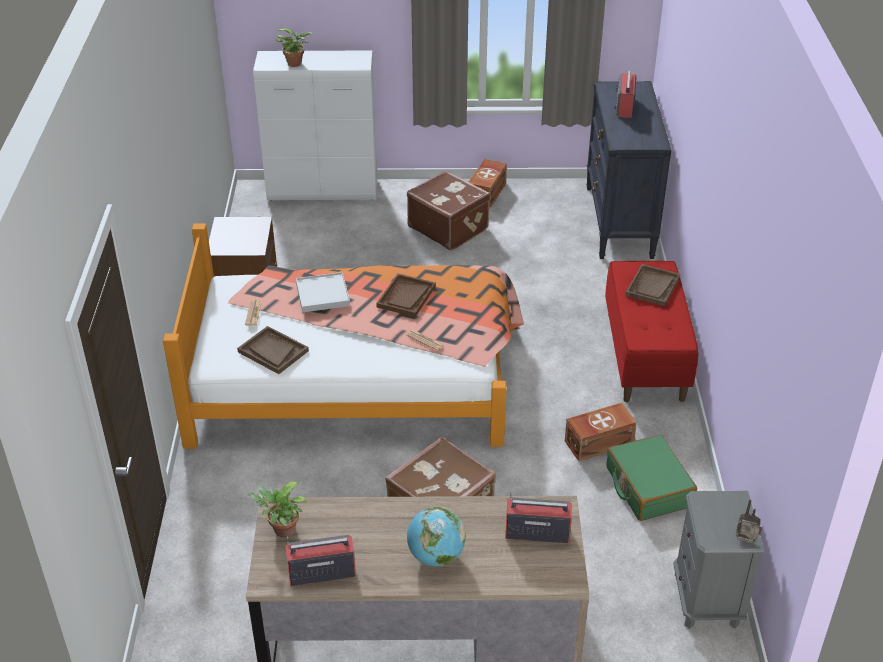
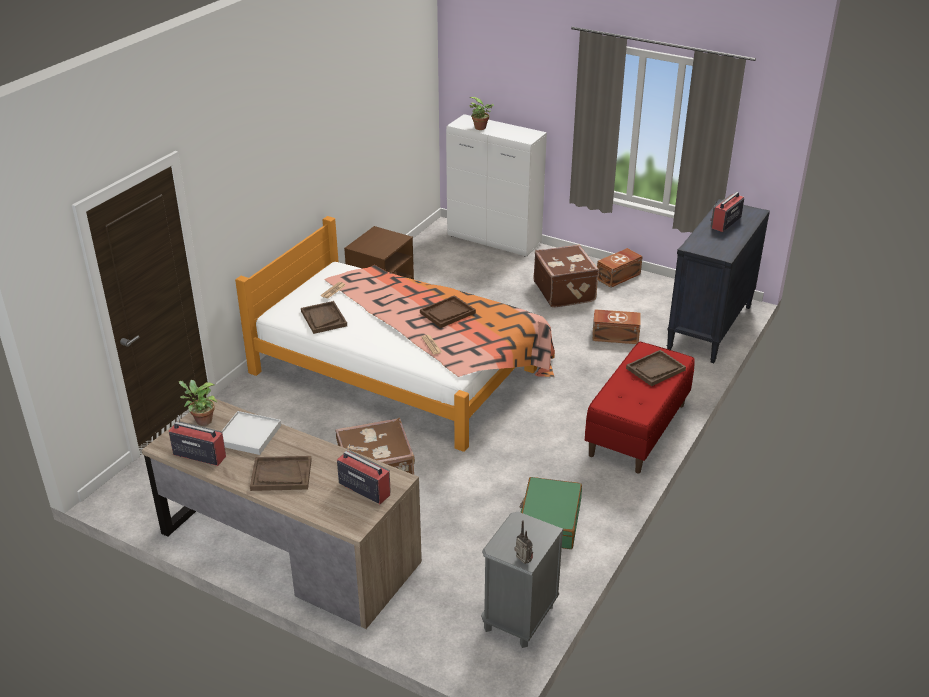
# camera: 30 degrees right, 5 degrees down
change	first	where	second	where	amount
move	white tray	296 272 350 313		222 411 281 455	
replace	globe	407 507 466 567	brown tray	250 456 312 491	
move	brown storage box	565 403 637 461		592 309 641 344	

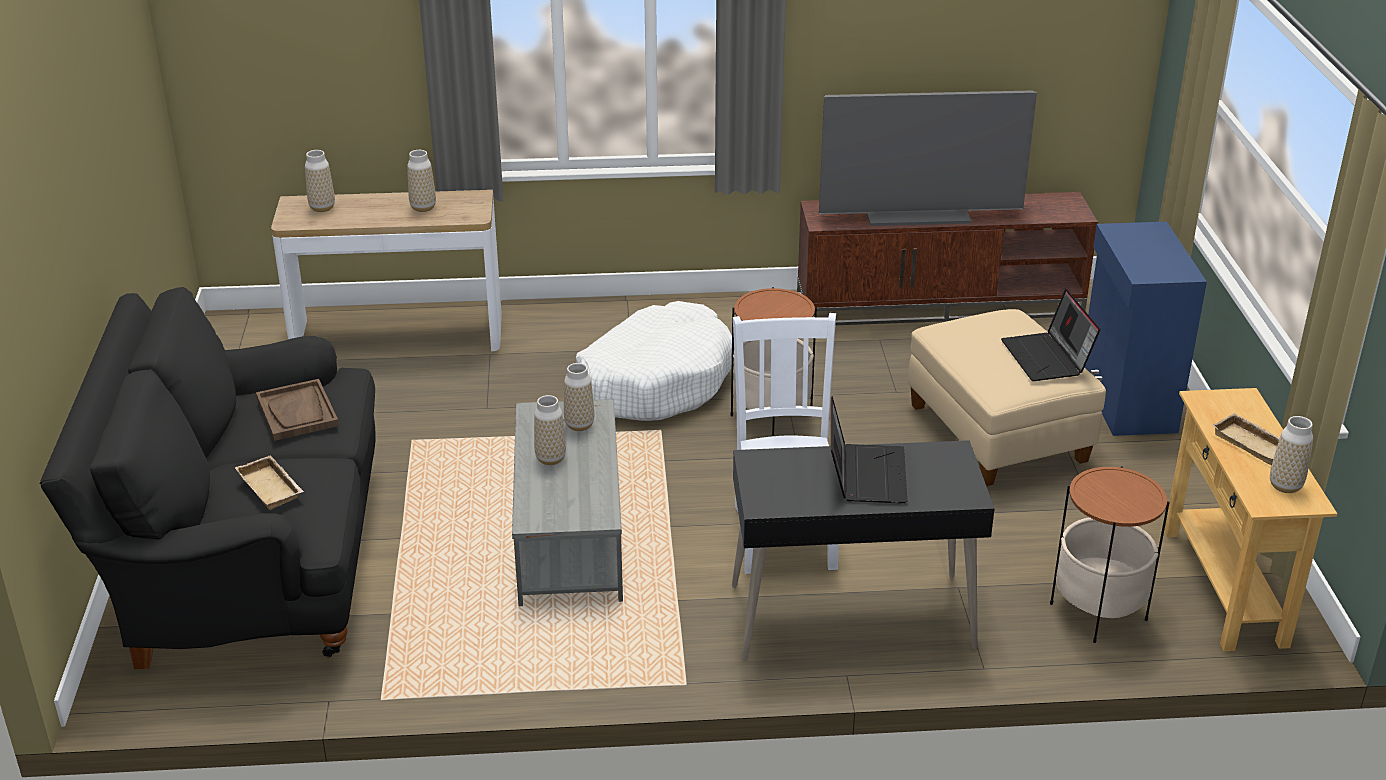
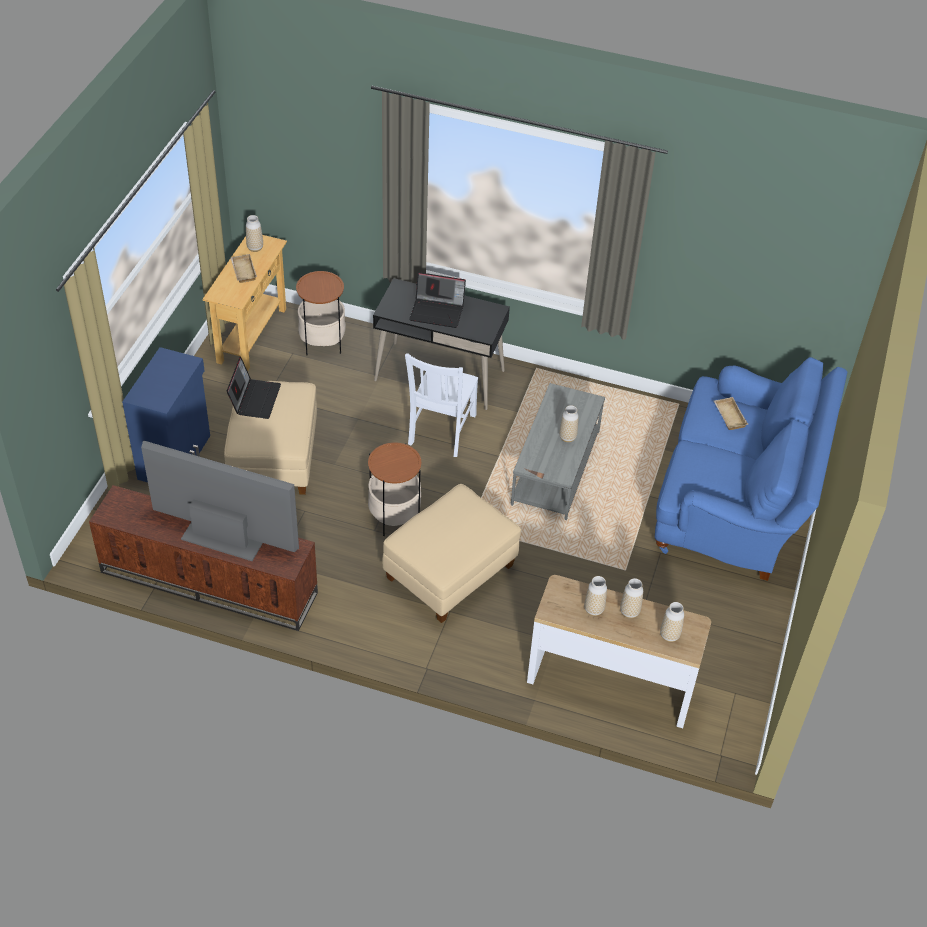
# camera: 160 degrees left, 15 degrees up
change	first	where	second	where	amount
recolor	black sofa	40 287 376 669	blue sofa	655 357 847 581	
delete	brown tray	256 379 339 441			
move	vase	564 363 594 431		620 578 643 618	
replace	white dog bed	576 301 732 421	beige ottoman	382 484 521 623	
rotate	laptop	831 396 907 503		409 272 466 328	105 degrees counterclockwise

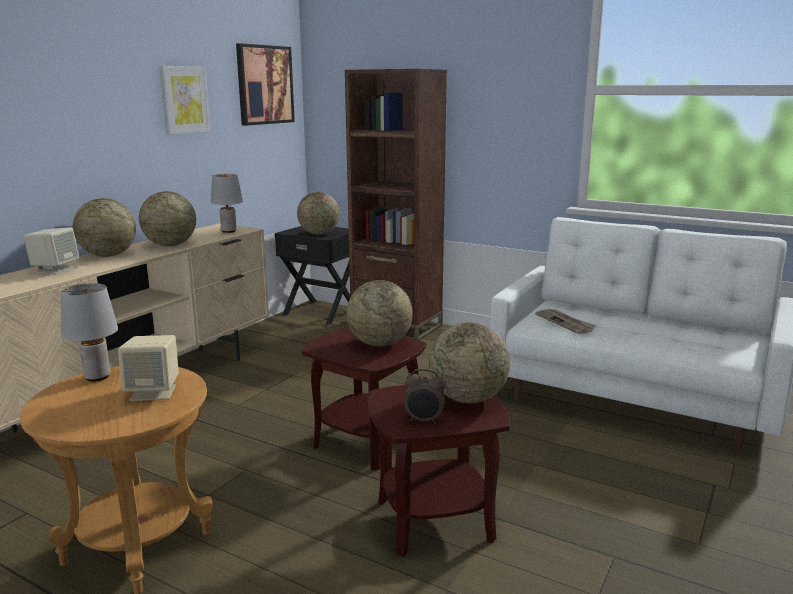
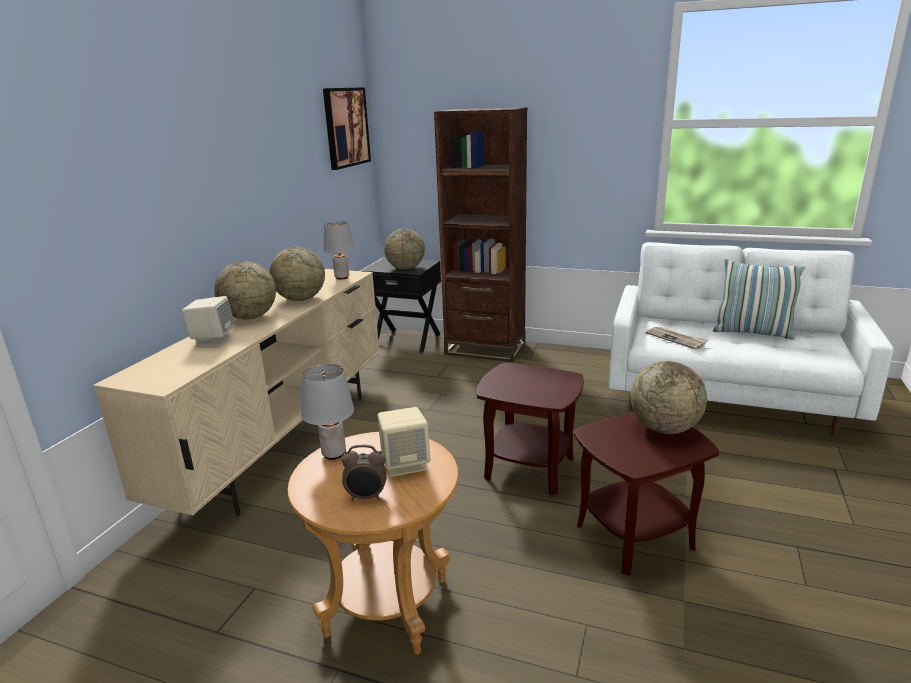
# camera: 10 degrees left, 5 degrees up
change	first	where	second	where	amount
delete	picture	159 66 211 135			
delete	globe	347 280 413 346			
move	alarm clock	404 368 446 424		342 445 387 501	
insert			pillow	713 259 806 340	

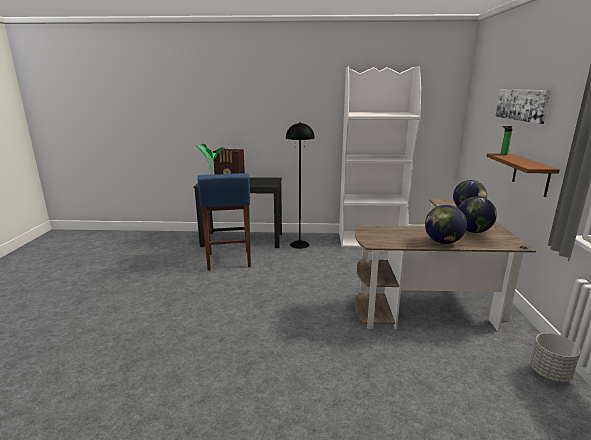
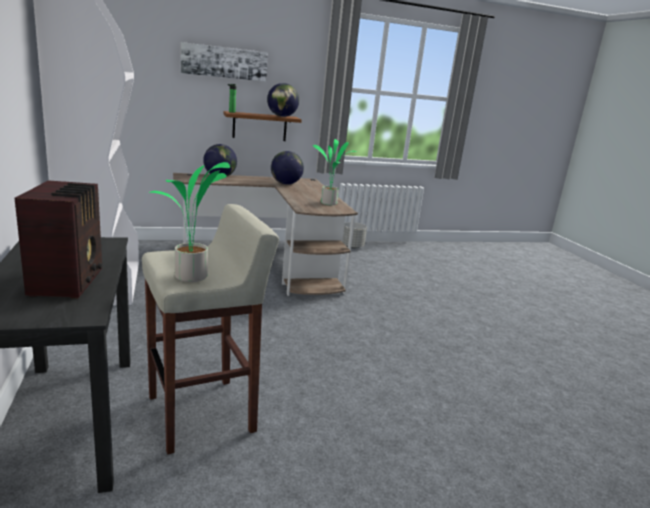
# camera: 110 degrees left, 0 degrees up
change	first	where	second	where	amount
recolor	blue stool	198 173 251 271	beige stool	142 204 279 455	
delete	black floor lamp	286 122 315 249			
move	globe	425 205 467 244		267 83 299 117	
insert			potted plant	313 139 357 205	

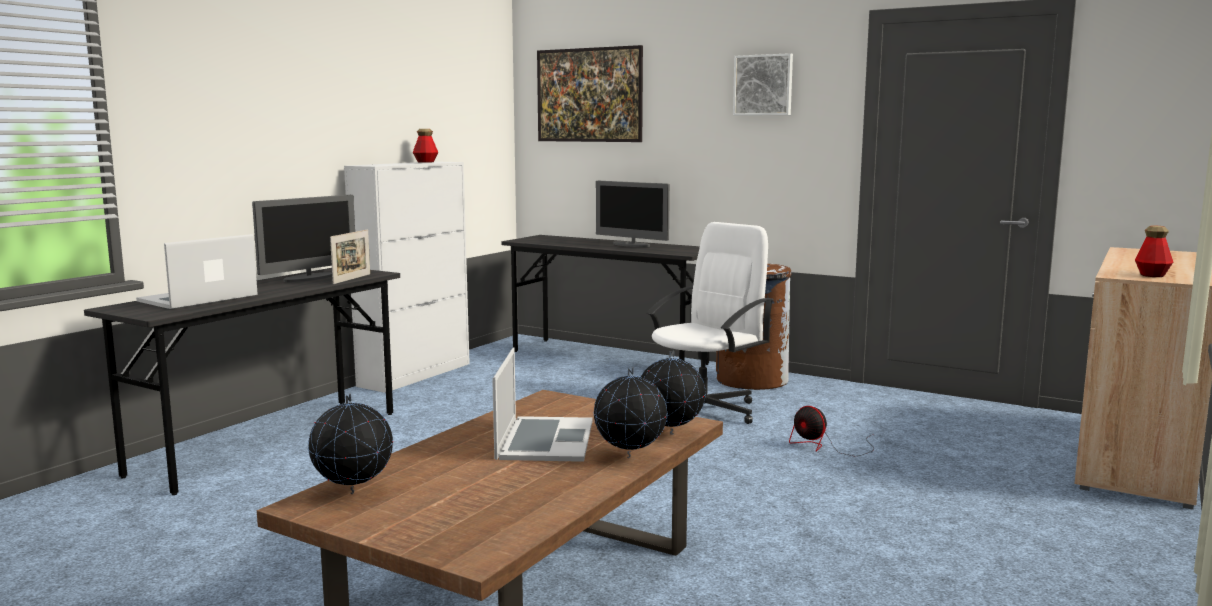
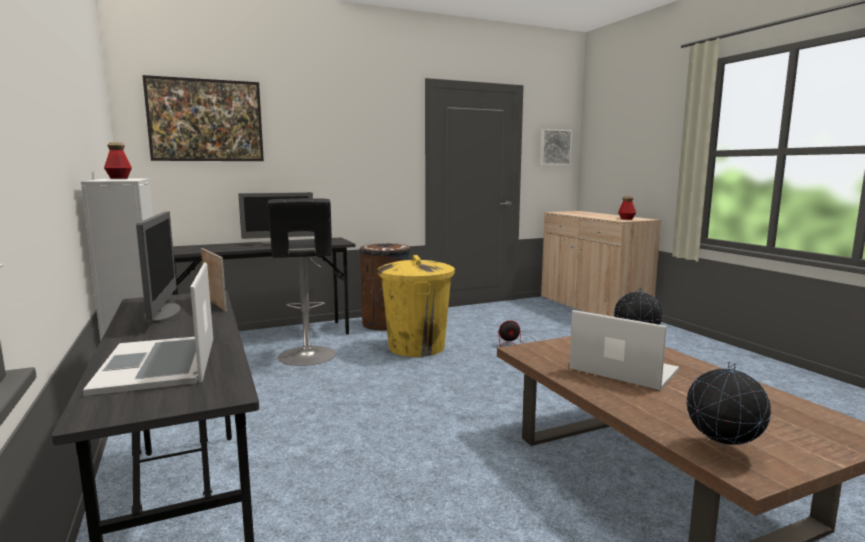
# camera: 55 degrees left, 0 degrees up
change	first	where	second	where	amount
delete	globe	594 368 667 458			
replace	white office chair	646 222 774 424	yellow trash can	378 255 455 357	
move	picture	733 53 793 116		540 129 572 165	
insert			black stool	268 198 336 366	

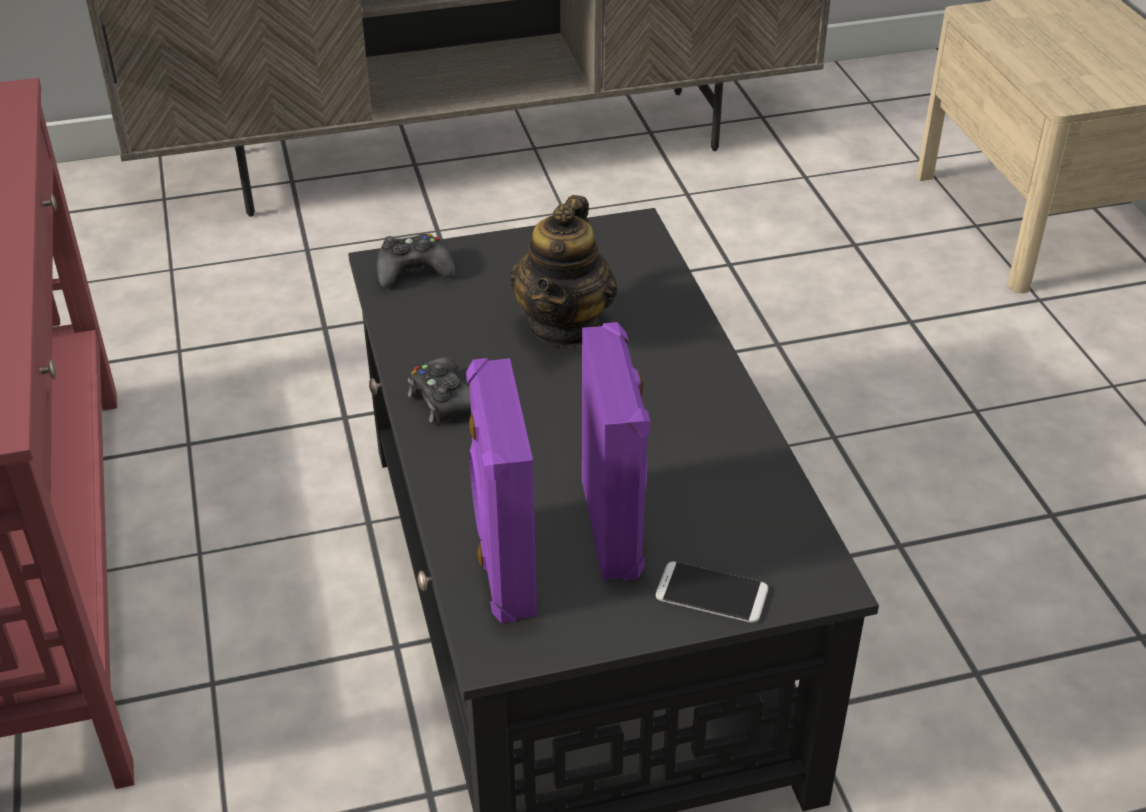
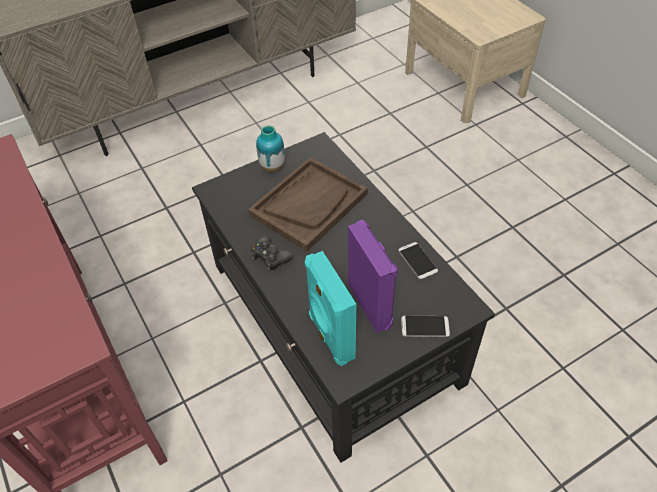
# camera: 15 degrees left, 10 degrees up
change	first	where	second	where	amount
delete	black game controller	377 233 455 288			
recolor	purple speaker	466 358 537 623	turquoise speaker	305 251 356 366	
replace	teapot	510 195 617 348	brown tray	248 157 368 252	
insert			vase	256 125 285 172	
insert			phone	398 242 438 279	

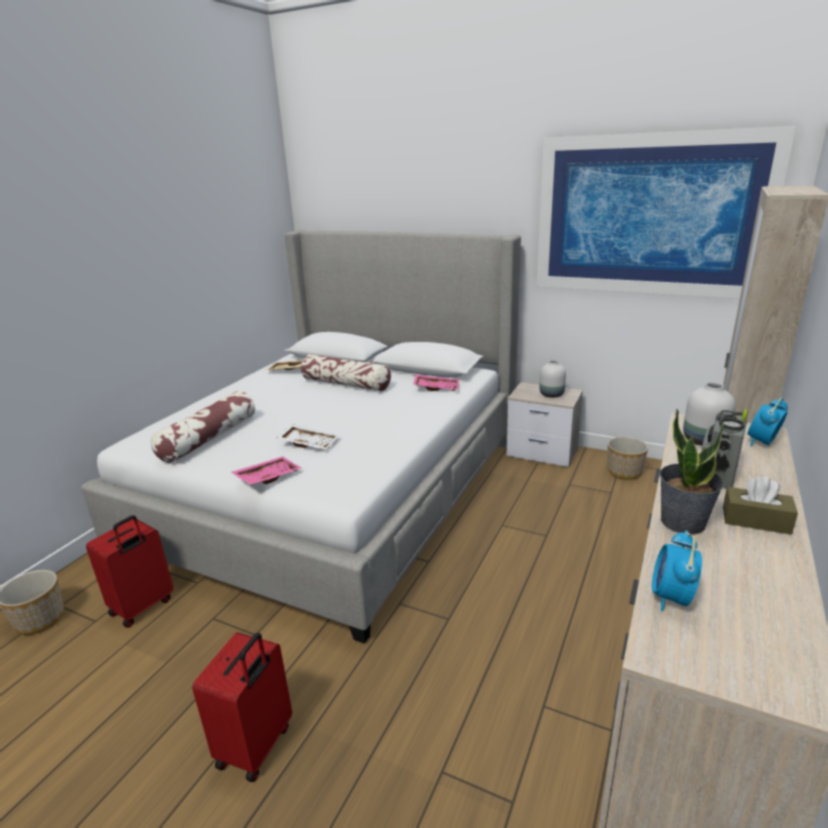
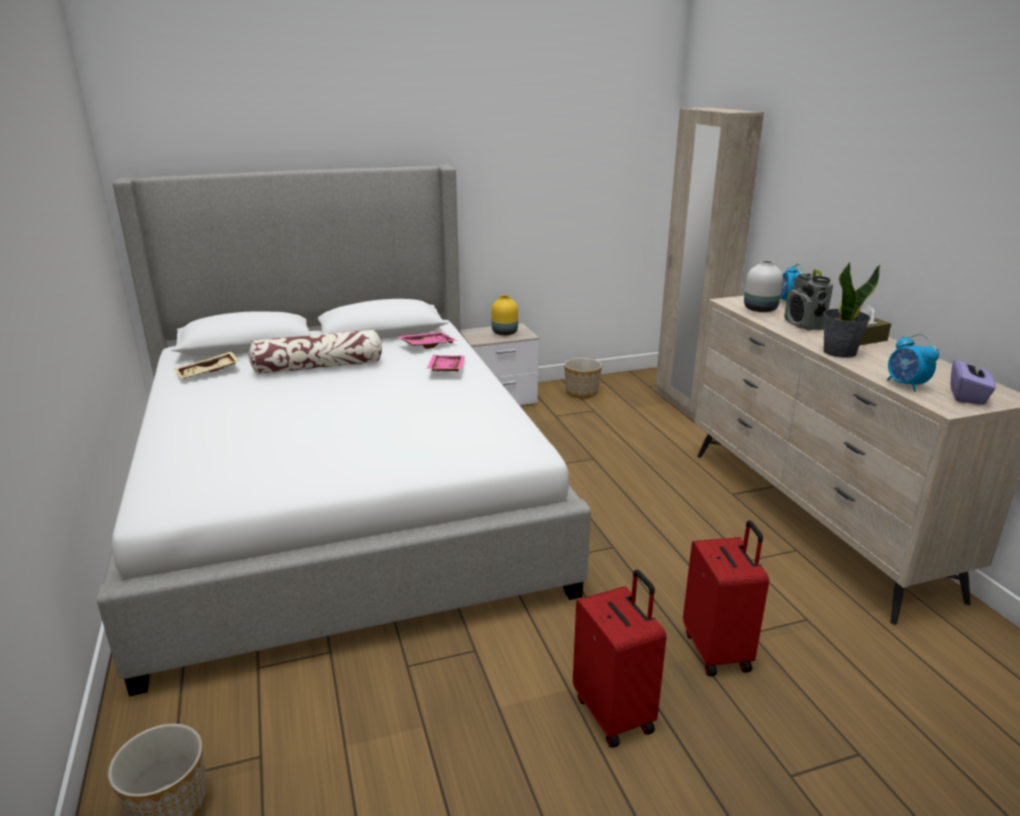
# camera: 45 degrees left, 0 degrees up
change	first	where	second	where	amount
move	red suitcase	86 515 174 628		683 520 769 677	
delete	pillow	151 391 255 463			
move	pink tray	232 456 302 485		427 355 465 372	
delete	white tray	277 424 339 450			
delete	picture	537 126 796 299			
recolor	white vase	539 360 566 398	yellow vase	491 295 518 335	
insert			purple tissue box	951 356 996 405	

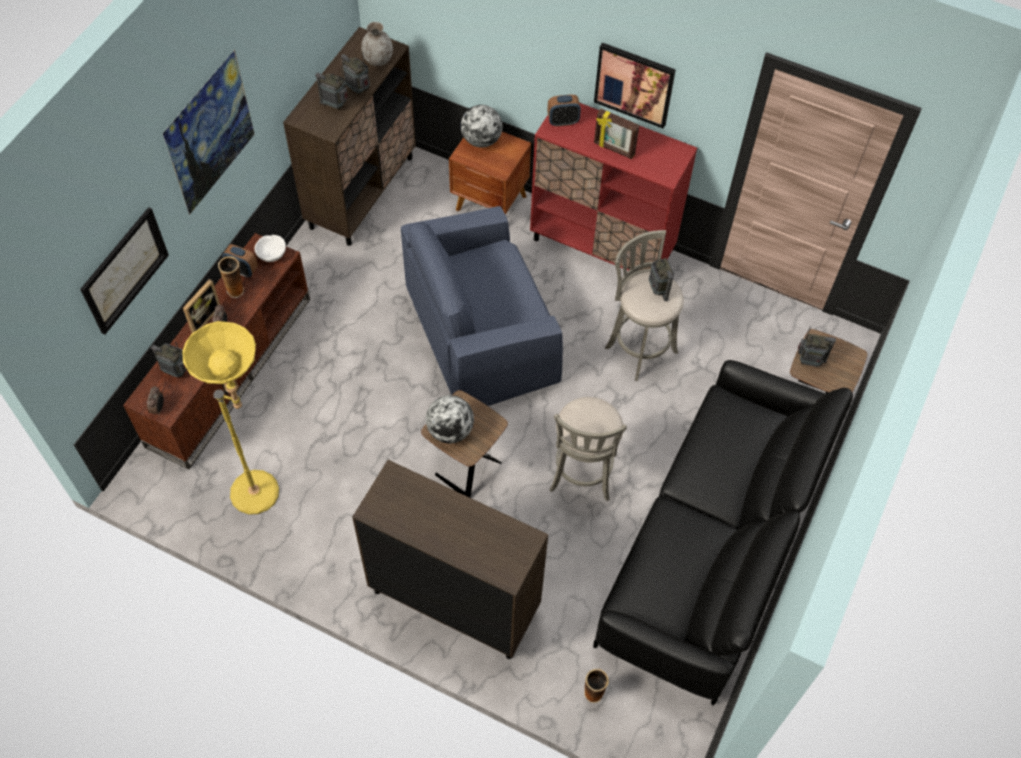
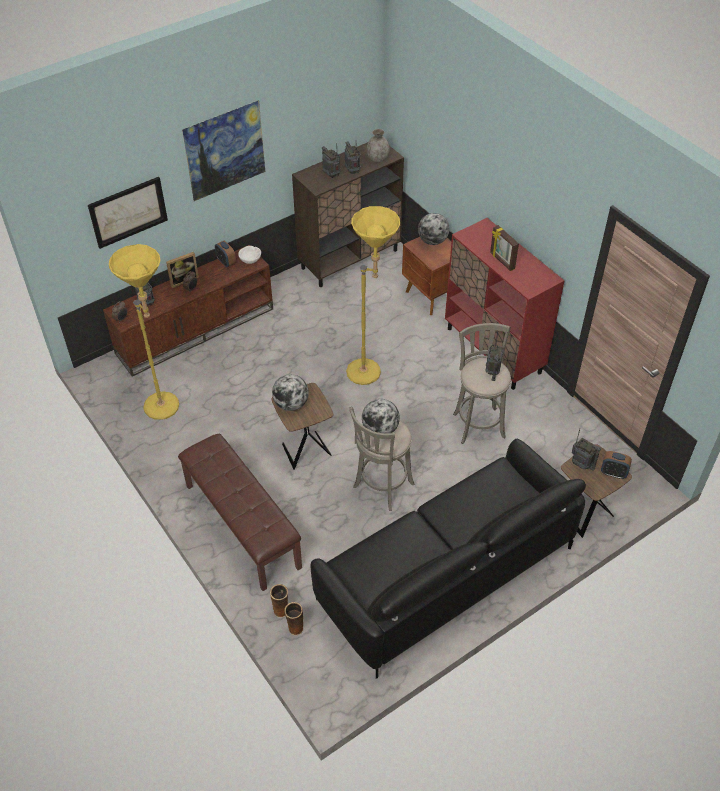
# camera: 30 degrees right, 10 degrees down
change	first	where	second	where	amount
move	vase	218 256 244 298		270 584 288 618	
replace	brown cabinet	352 460 548 659	brown bench	178 434 302 591	
replace	blue armchair	401 206 563 406	yellow floor lamp	346 206 400 385	
move	alarm clock	547 95 581 127		601 451 632 479	
delete	picture	594 43 676 129			
insert			globe	362 399 400 433	

